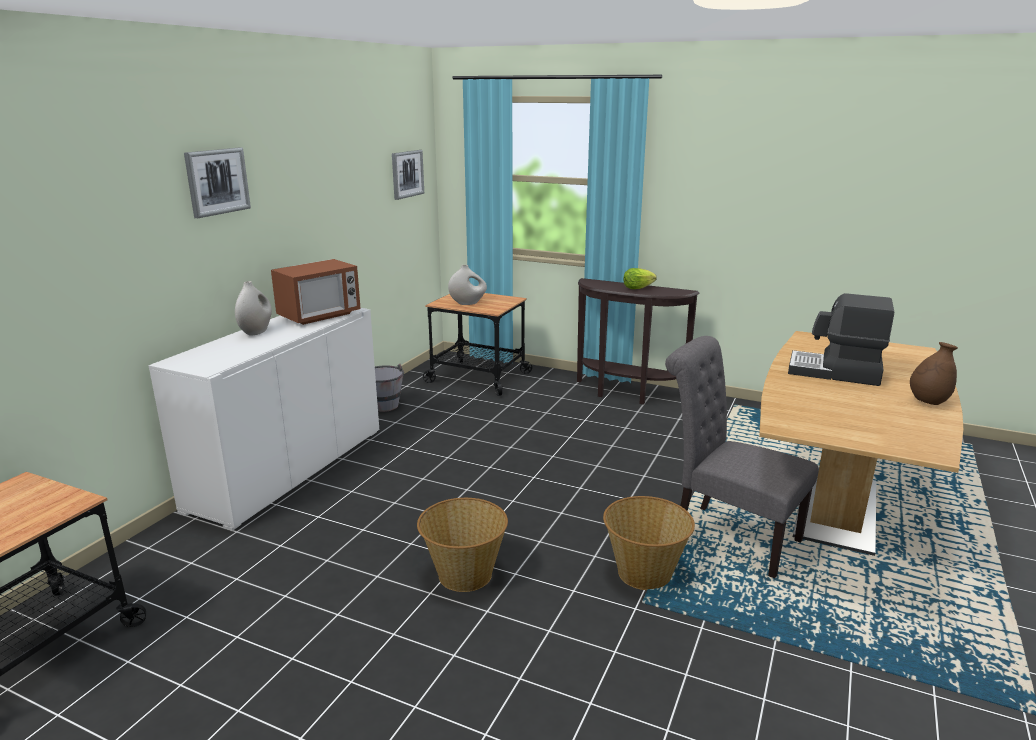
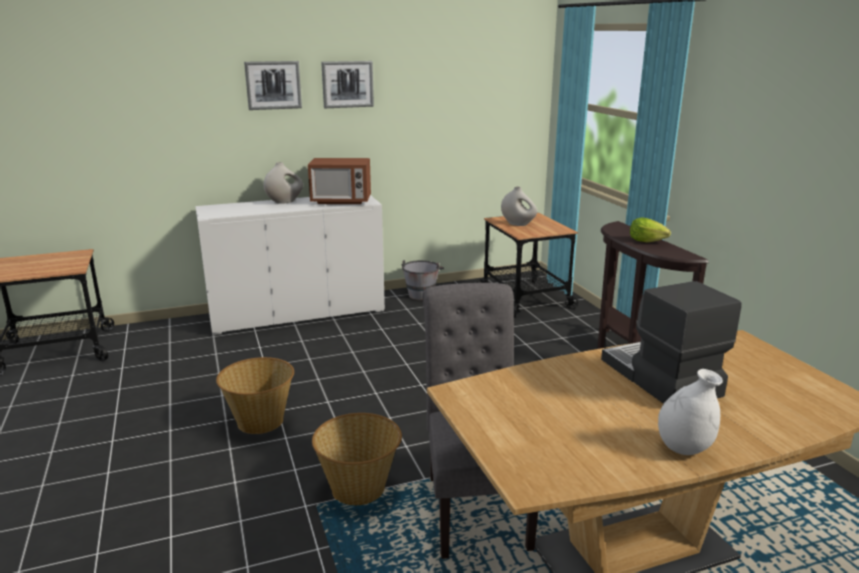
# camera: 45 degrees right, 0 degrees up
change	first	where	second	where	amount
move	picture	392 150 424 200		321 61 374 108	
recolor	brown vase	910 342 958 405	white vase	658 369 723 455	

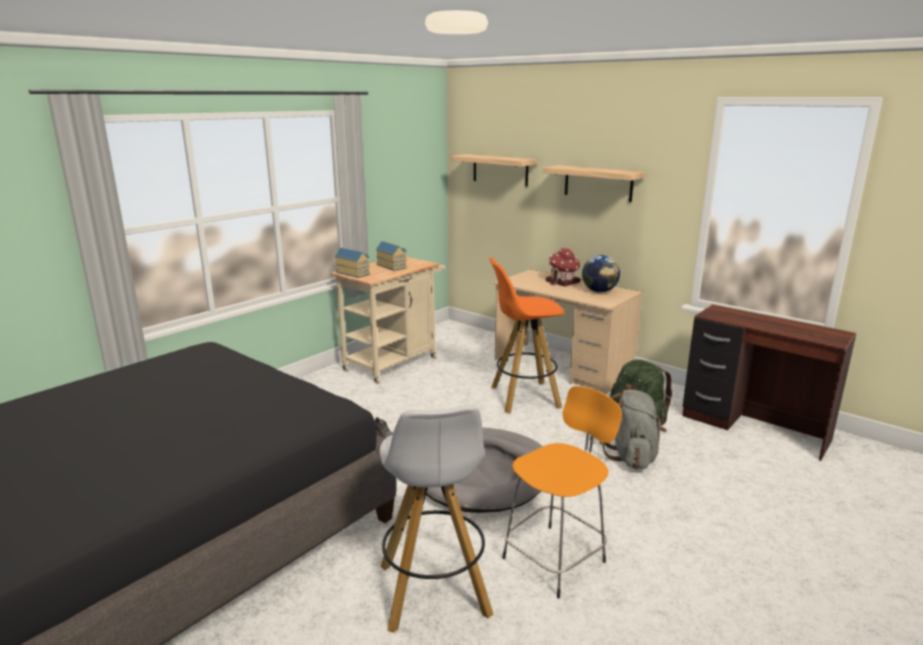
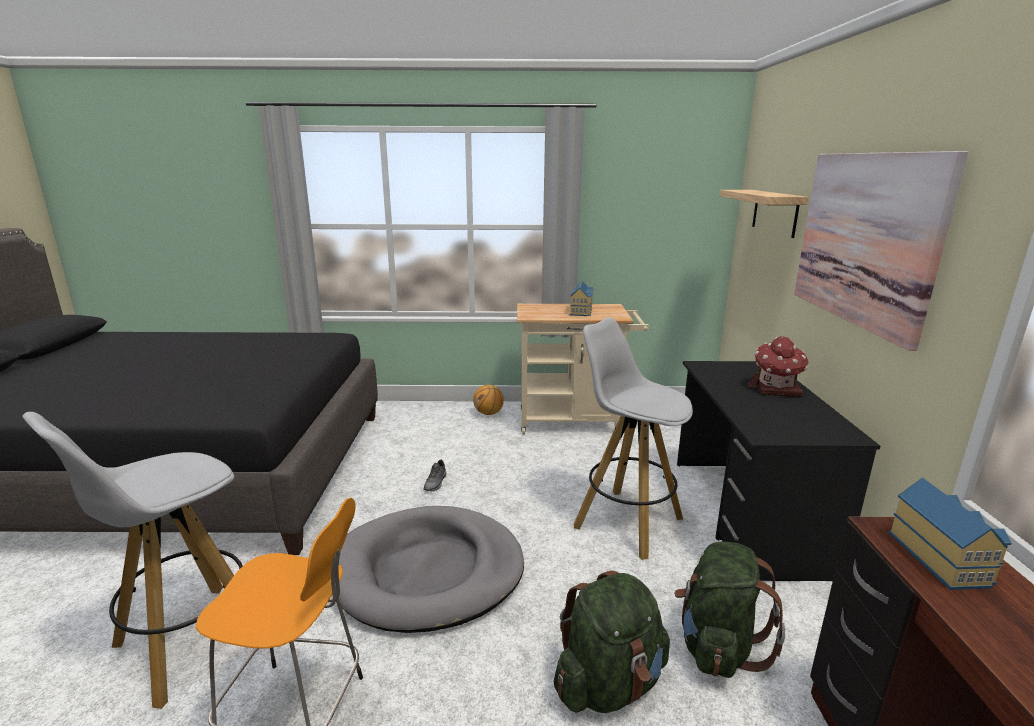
# camera: 50 degrees right, 0 degrees up
change	first	where	second	where	amount
move	toy house	335 247 370 278		889 478 1011 590	
recolor	orange stool	489 258 565 413	white stool	574 317 693 560	
recolor	beige desk	494 269 643 395	black desk	677 361 880 581	
replace	shelf	543 165 645 202	picture	794 151 968 351	
delete	globe	582 255 620 292			
recolor	grey backpack	600 389 667 469	green backpack	553 570 670 713	
insert			basketball	473 385 504 415	

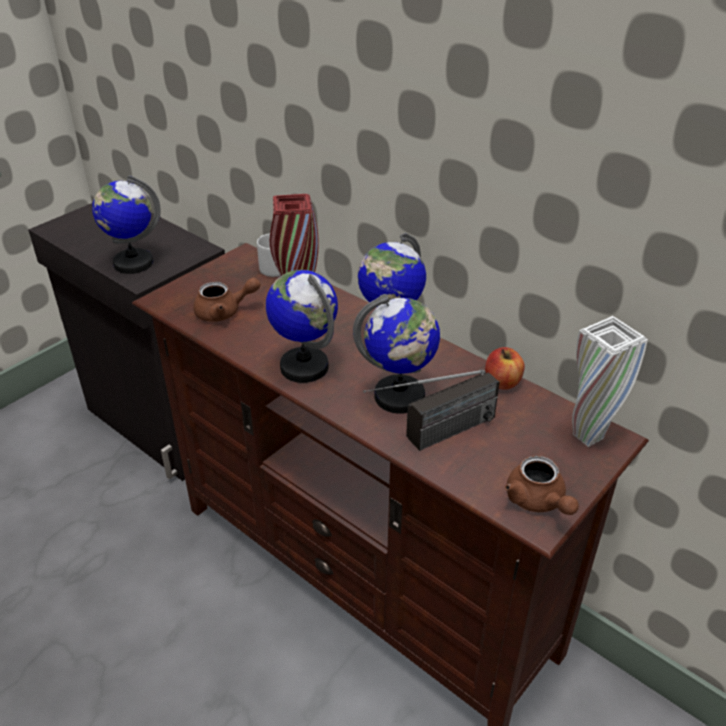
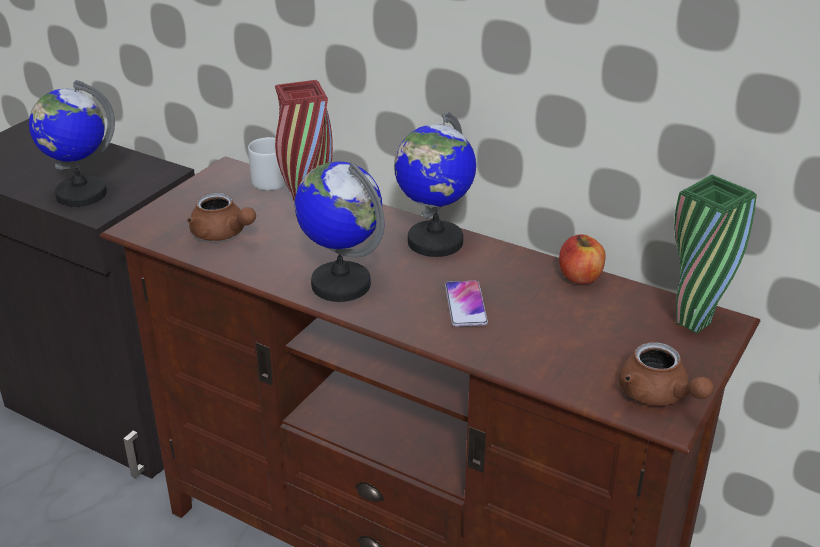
# camera: 10 degrees left, 5 degrees down
change	first	where	second	where	amount
rotate	brown teapot	193 278 260 322		187 193 256 241	60 degrees clockwise
replace	globe	353 294 440 414	phone	445 281 488 327	
delete	radio	363 370 500 451			
recolor	white vase	572 316 648 447	green vase	674 174 757 333	

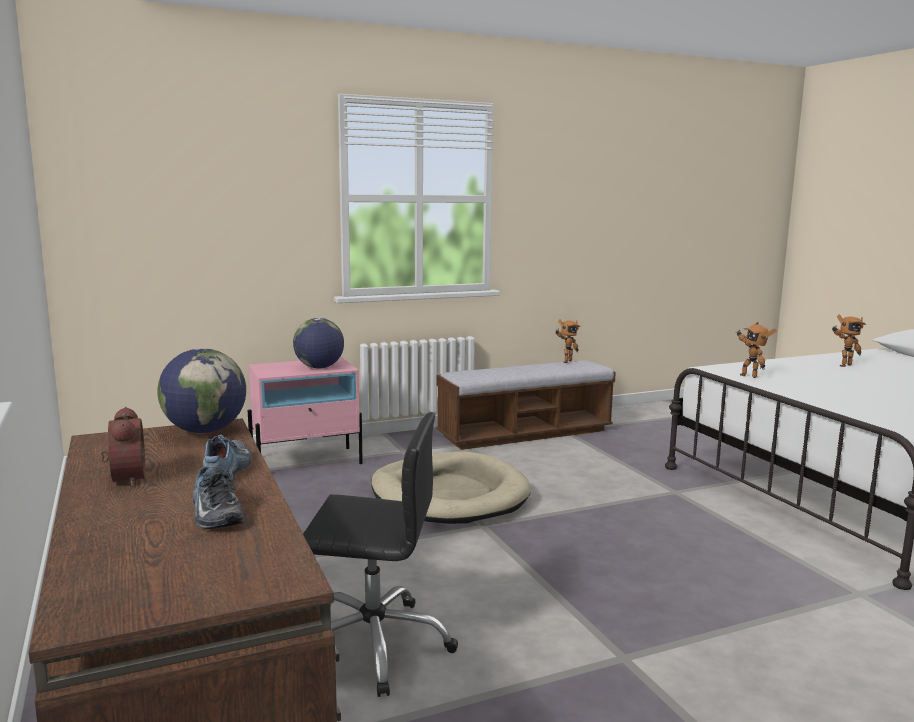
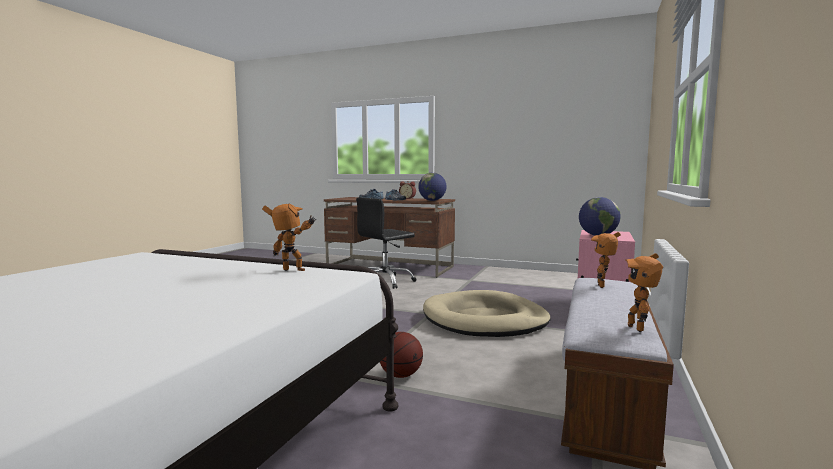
# camera: 135 degrees right, 5 degrees down
change	first	where	second	where	amount
move	toy robot	832 314 866 367		591 232 621 288	
insert			basketball	380 332 423 378	

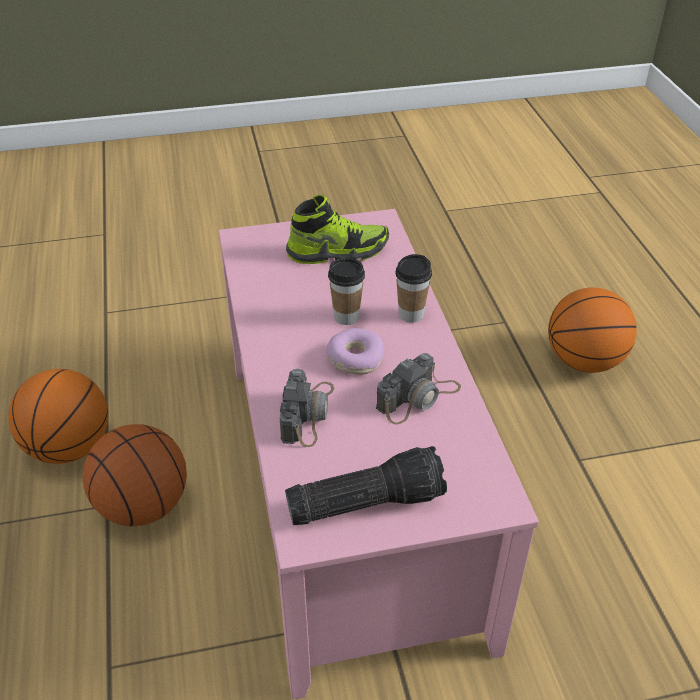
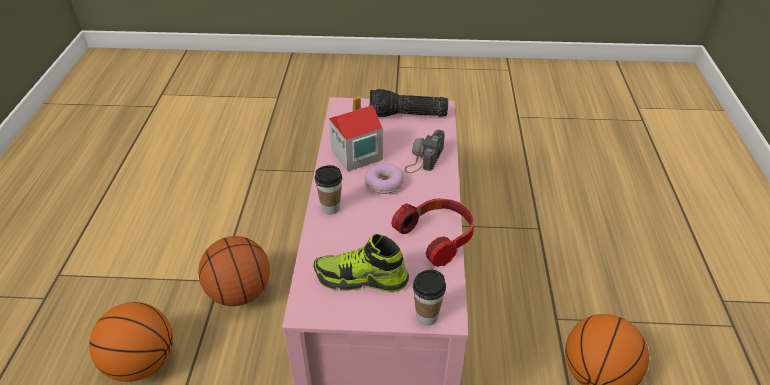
# camera: 165 degrees left, 0 degrees up
change	first	where	second	where	amount
move	basketball	83 424 187 526		198 236 270 306	
move	cup	328 258 365 325		413 270 446 326	
replace	photo camera	376 353 461 424	toy house	329 96 383 171	
insert			headphones	391 198 474 267	

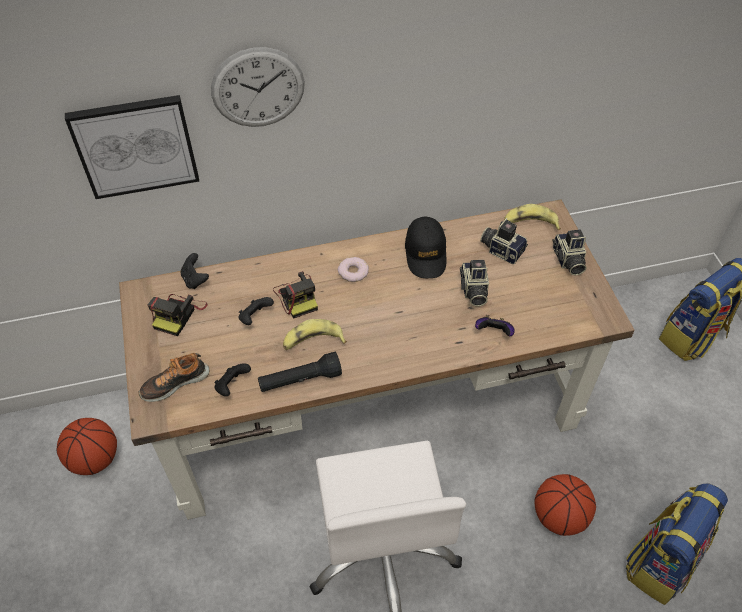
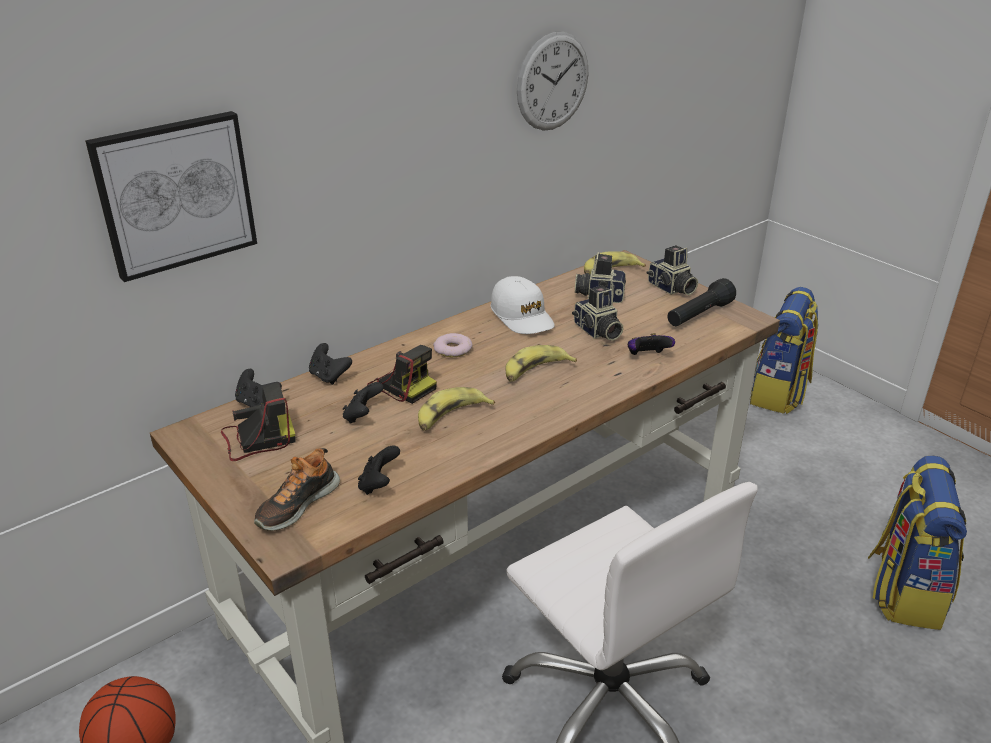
# camera: 25 degrees left, 20 degrees down
change	first	where	second	where	amount
rotate	photo camera	148 294 208 336		221 382 296 461	105 degrees counterclockwise
move	wall clock	211 47 305 127		517 32 589 131	
move	black flashlight	258 352 342 392		667 278 736 326	
recolor	black cap	405 216 447 278	white cap	491 276 555 334	
delete	basketball	534 474 596 536			
insert			black game controller	309 343 352 385	
insert			banana	505 345 577 382	

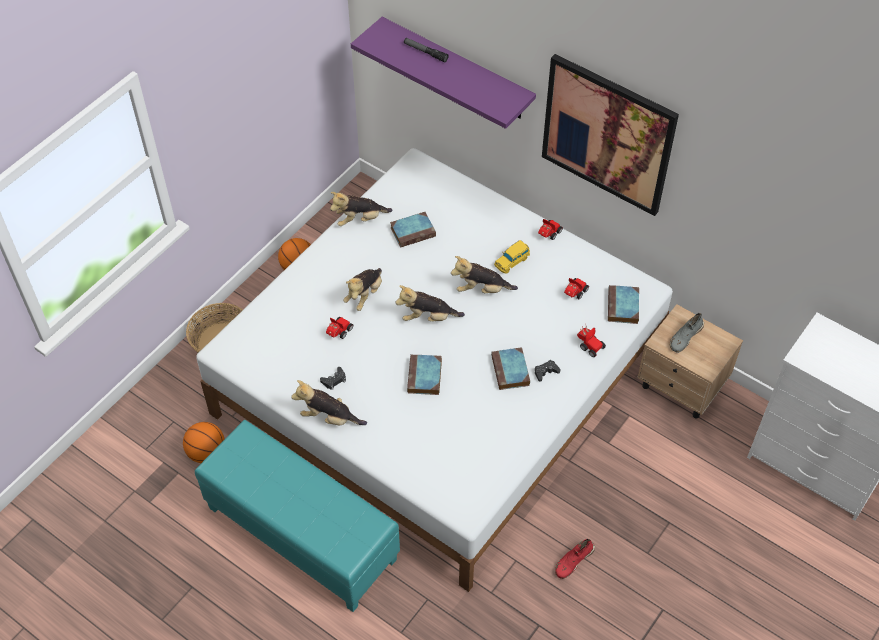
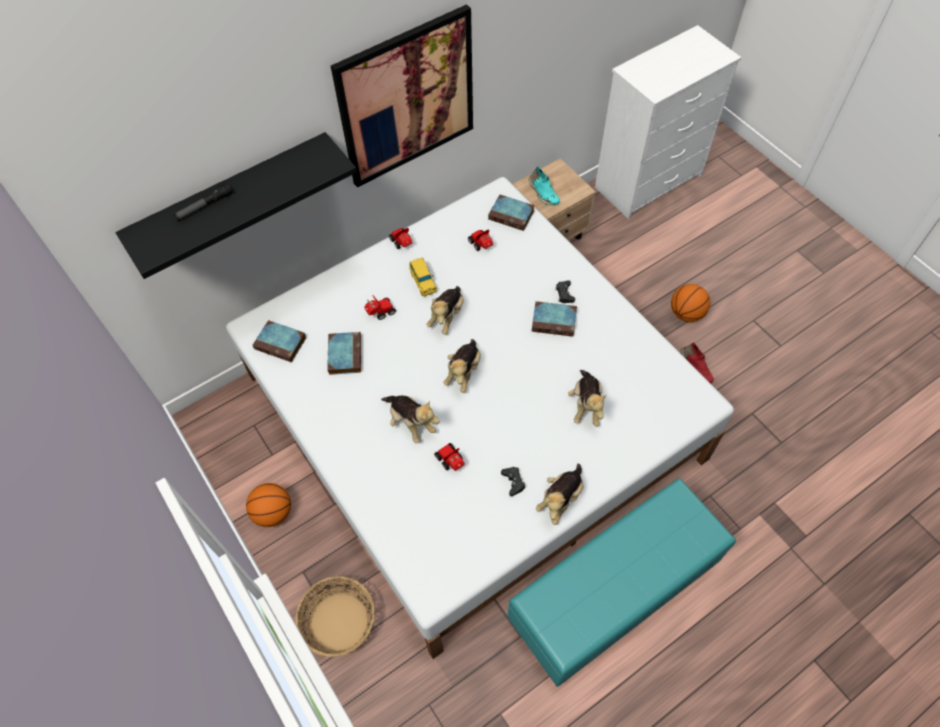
# camera: 70 degrees left, 5 degrees up
change	first	where	second	where	amount
move	basketball	183 422 225 463		671 284 710 322	
move	plush toy	330 192 392 226		568 370 606 427	
recolor	purple shelf	351 17 536 129	black shelf	115 132 357 279	
move	book	407 354 442 395		253 320 306 362	
move	toy car	577 323 606 357		364 295 396 320	
recolor	grey shoe	670 313 704 353	turquoise shoe	529 166 560 206	

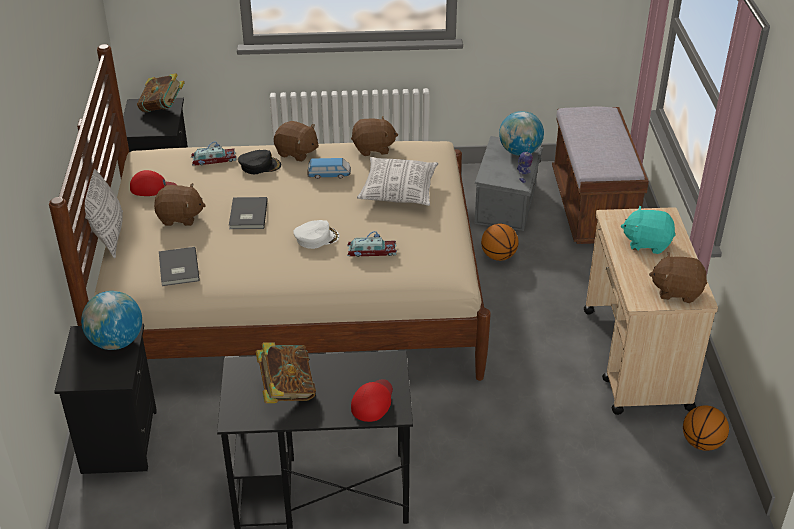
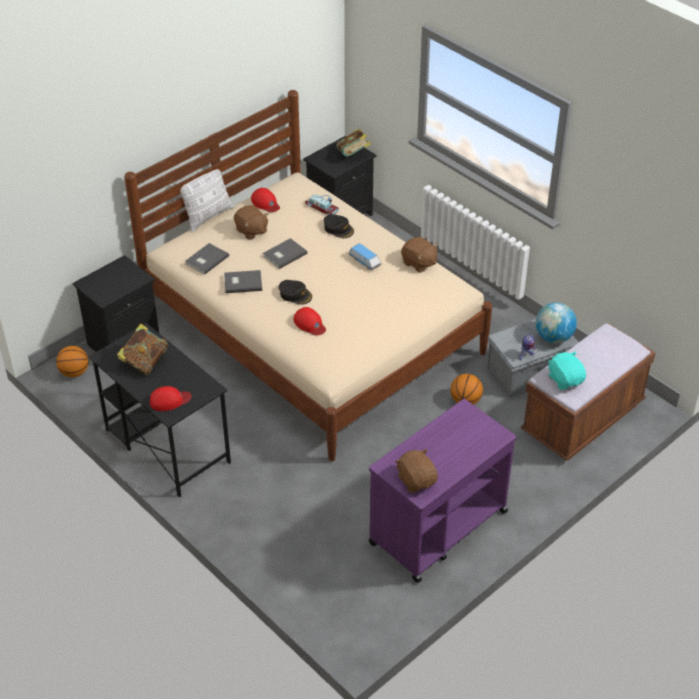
# camera: 50 degrees right, 5 degrees up
change	first	where	second	where	amount
delete	globe	81 291 142 350			
delete	brown plush toy	274 121 319 162			
recolor	white cap	293 220 340 249	black cap	279 280 312 305	
replace	toy car	347 231 397 257	red cap	294 307 326 335	
delete	pillow	357 157 438 206			
recolor	beige cart	584 207 718 415	purple cart	369 399 516 583	
move	turquoise plush toy	621 205 676 254		548 351 586 390	
move	basketball	683 405 729 451		56 346 89 377	
insert			grey book	224 270 262 293	

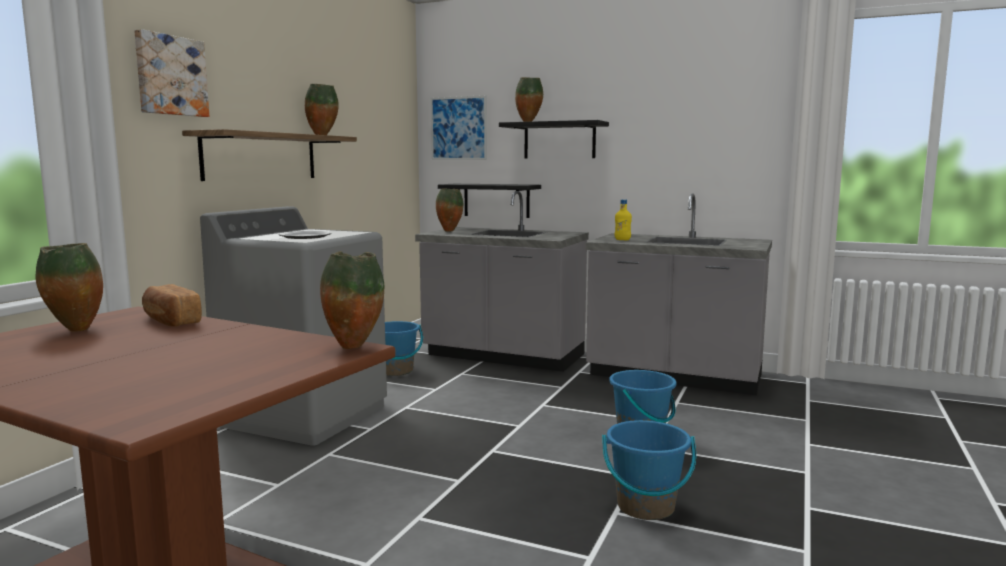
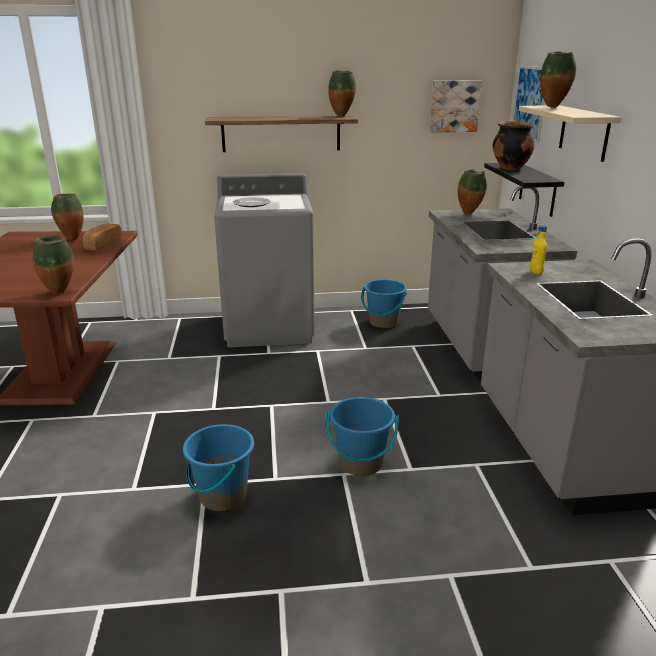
# camera: 60 degrees right, 15 degrees up
change	first	where	second	where	amount
move	picture	134 29 209 117		430 81 482 132	
recolor	black shelf	499 120 609 158	beige shelf	519 105 622 162	
insert			cooking pot	493 120 535 170	

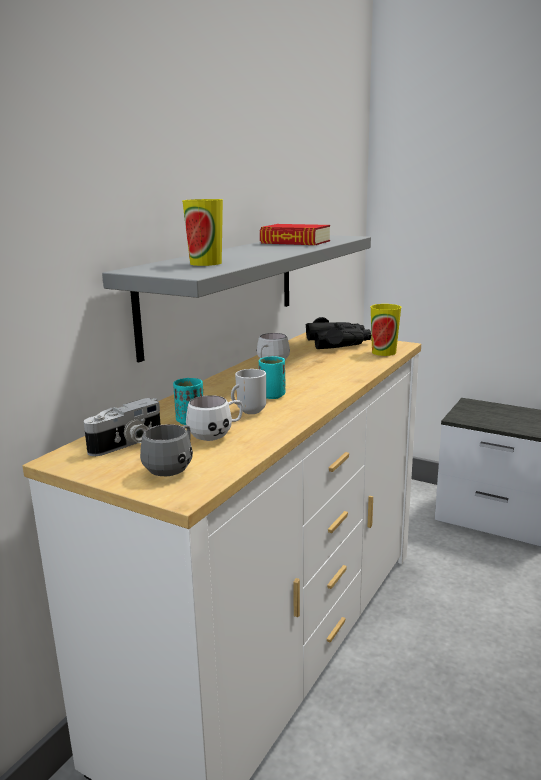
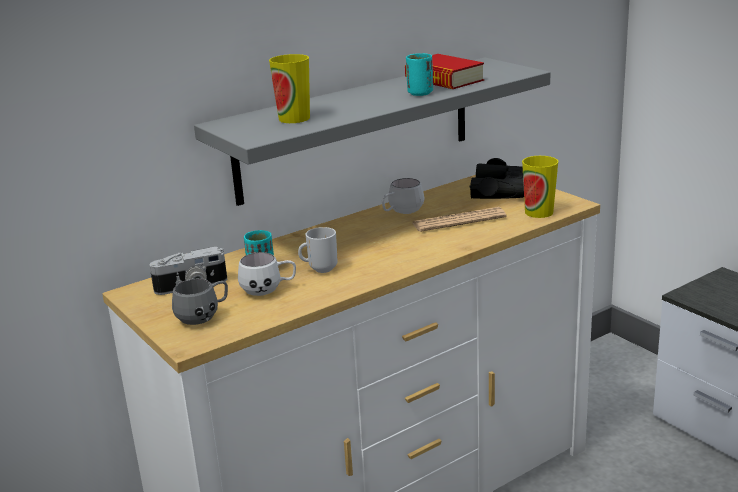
# camera: 25 degrees right, 5 degrees up
change	first	where	second	where	amount
move	turquoise cup	259 356 286 399		406 53 433 96	
insert			newspaper	412 207 507 232	

